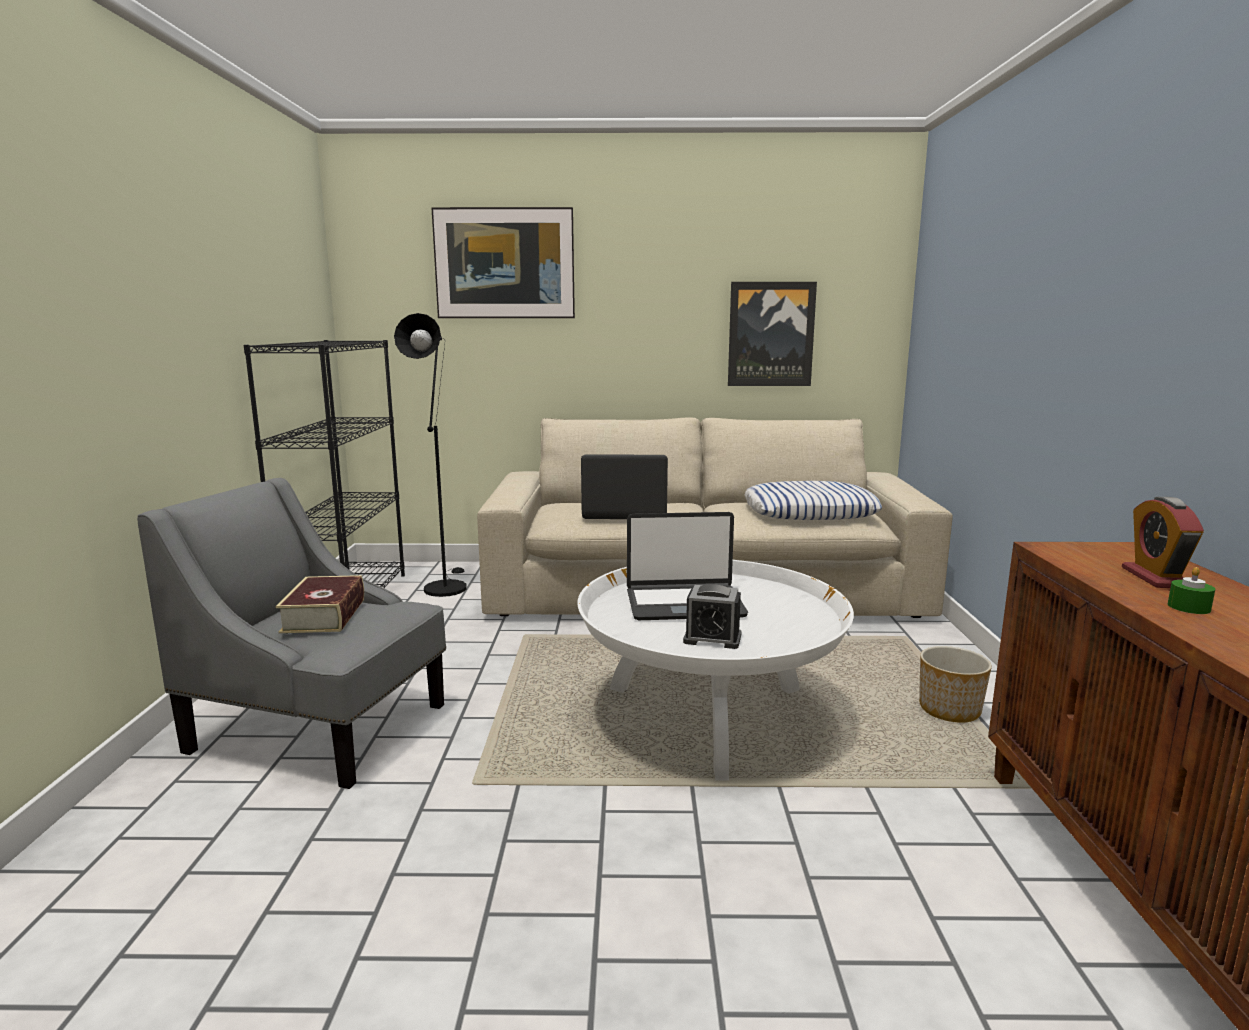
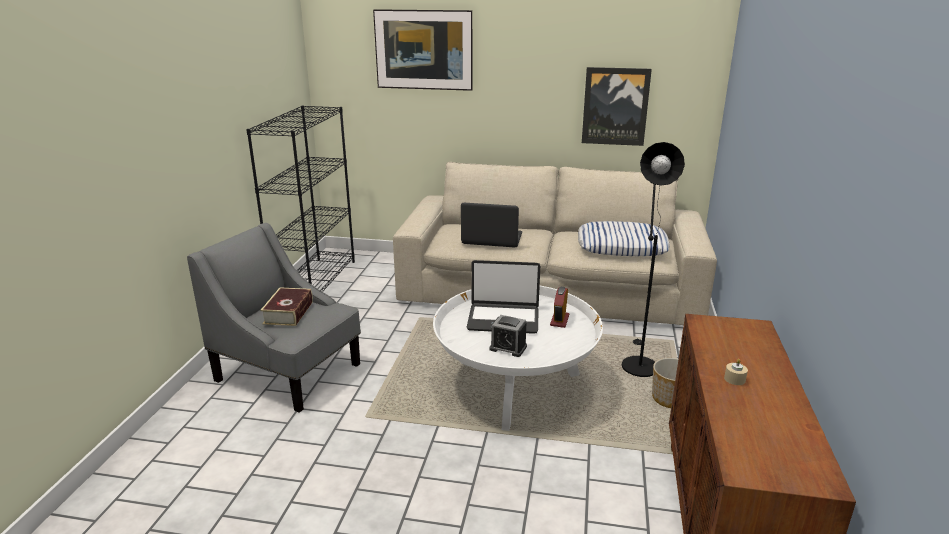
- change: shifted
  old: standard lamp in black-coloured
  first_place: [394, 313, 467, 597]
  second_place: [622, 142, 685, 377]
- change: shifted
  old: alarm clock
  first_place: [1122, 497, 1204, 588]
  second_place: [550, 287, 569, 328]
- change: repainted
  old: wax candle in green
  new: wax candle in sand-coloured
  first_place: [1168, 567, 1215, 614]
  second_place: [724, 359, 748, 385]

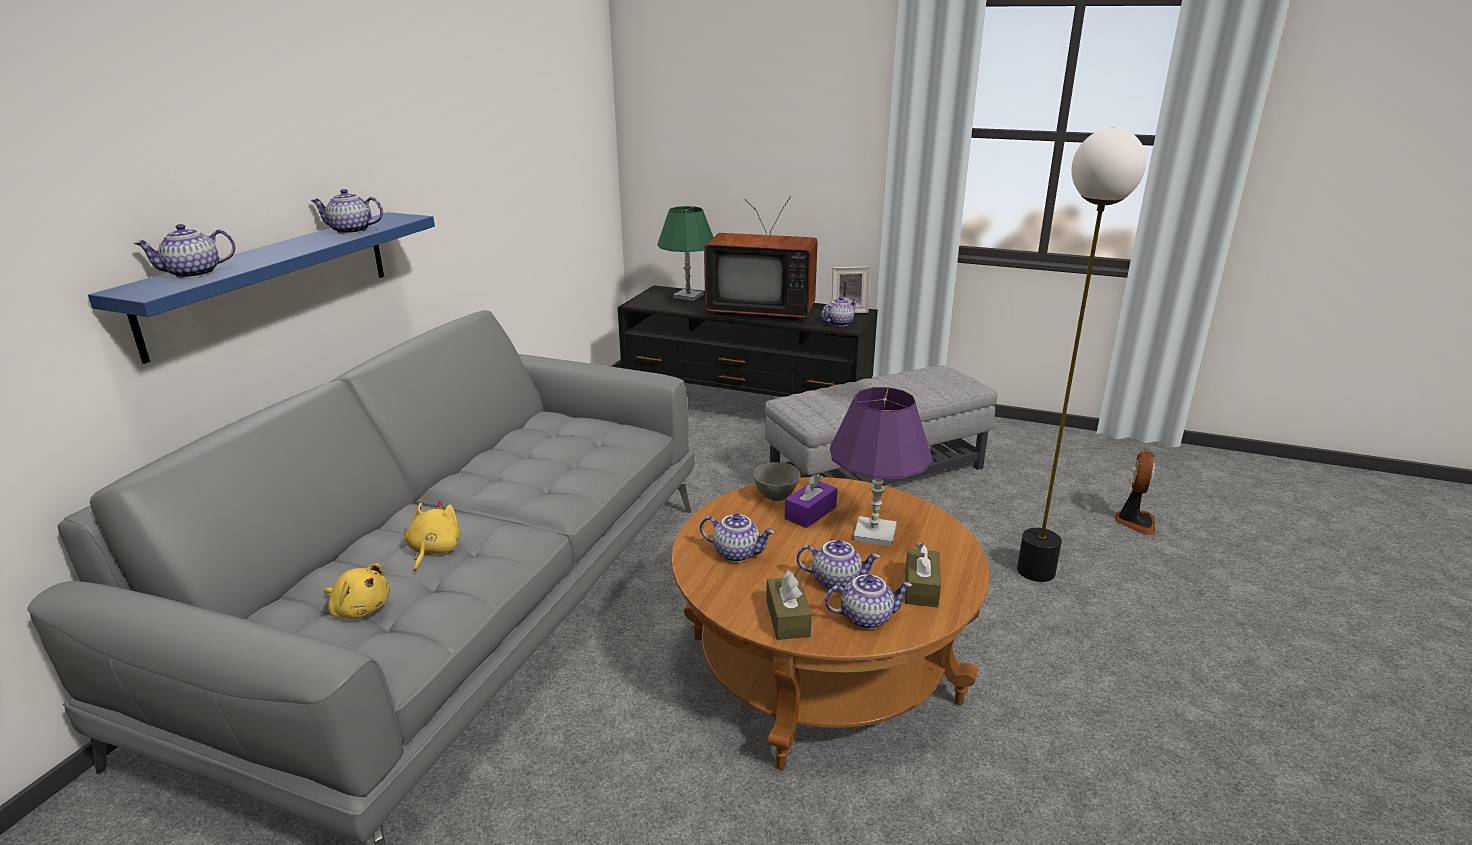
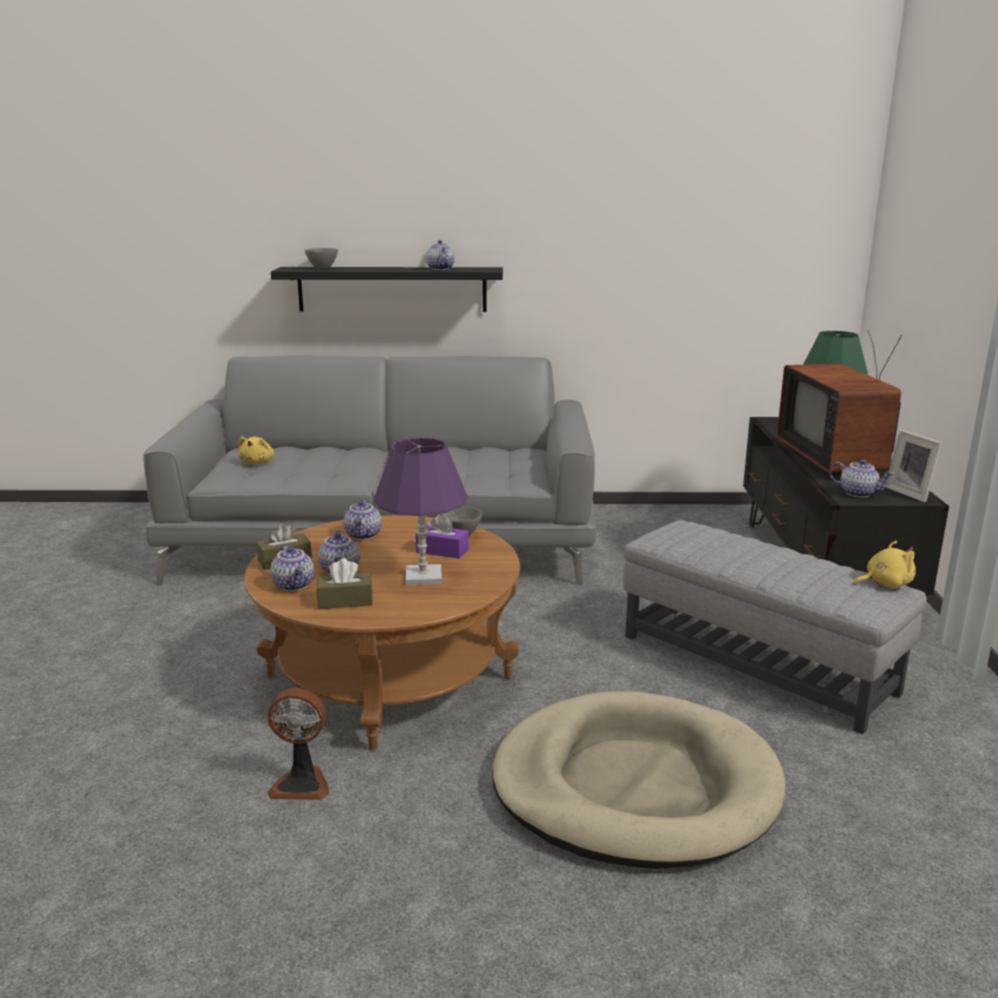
- change: swapped
  old: standard lamp
  new: dog cushion in sand-coloured
  first_place: [1017, 128, 1146, 582]
  second_place: [492, 691, 786, 869]
- change: repainted
  old: bracket shelf in bluish
  new: bracket shelf in black-coloured
  first_place: [88, 212, 435, 364]
  second_place: [271, 267, 503, 312]
- change: swapped
  old: teapot
  new: deep dish in grey
  first_place: [133, 224, 235, 279]
  second_place: [305, 248, 338, 269]
- change: shifted
  old: electric fan
  first_place: [1116, 452, 1155, 535]
  second_place: [268, 688, 329, 800]
- change: shifted
  old: cuddly toy in yellow
  first_place: [405, 500, 461, 571]
  second_place: [853, 541, 916, 588]

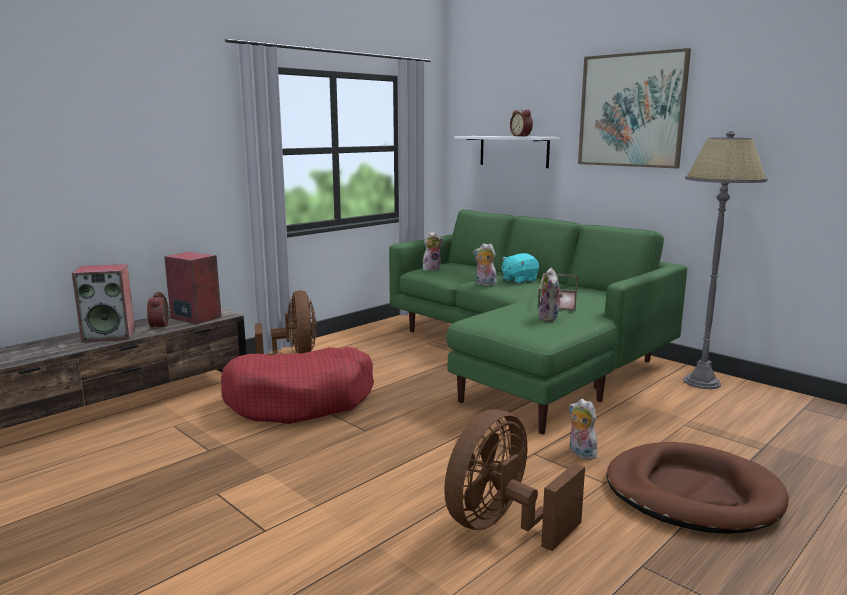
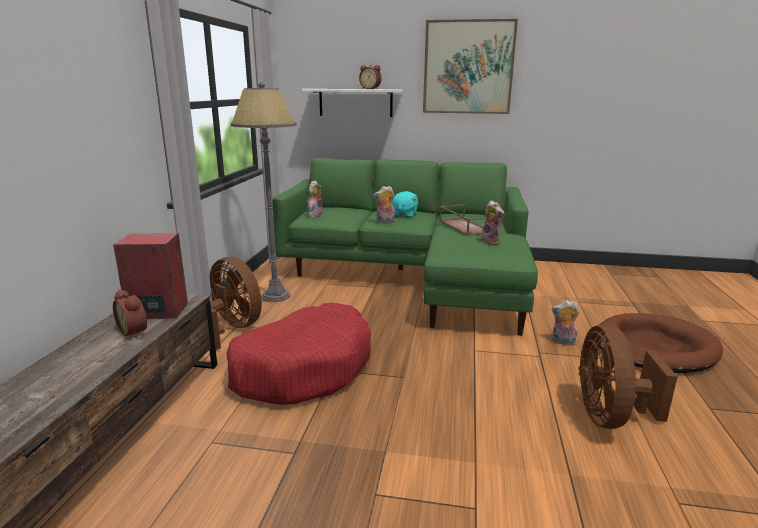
- change: shifted
  old: standard lamp in grey
  first_place: [683, 131, 768, 389]
  second_place: [231, 82, 297, 302]
- change: gone
  old: audio speaker
  first_place: [72, 264, 135, 343]

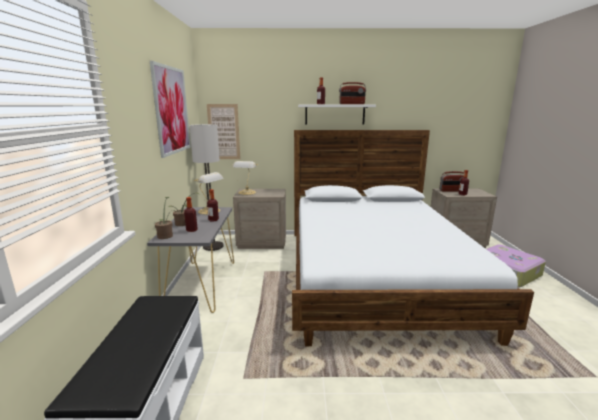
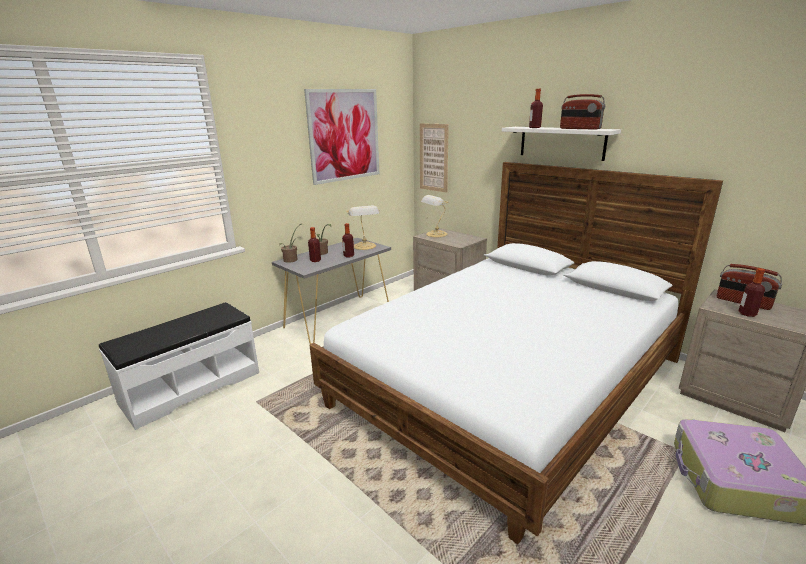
- change: gone
  old: standard lamp
  first_place: [189, 124, 223, 251]

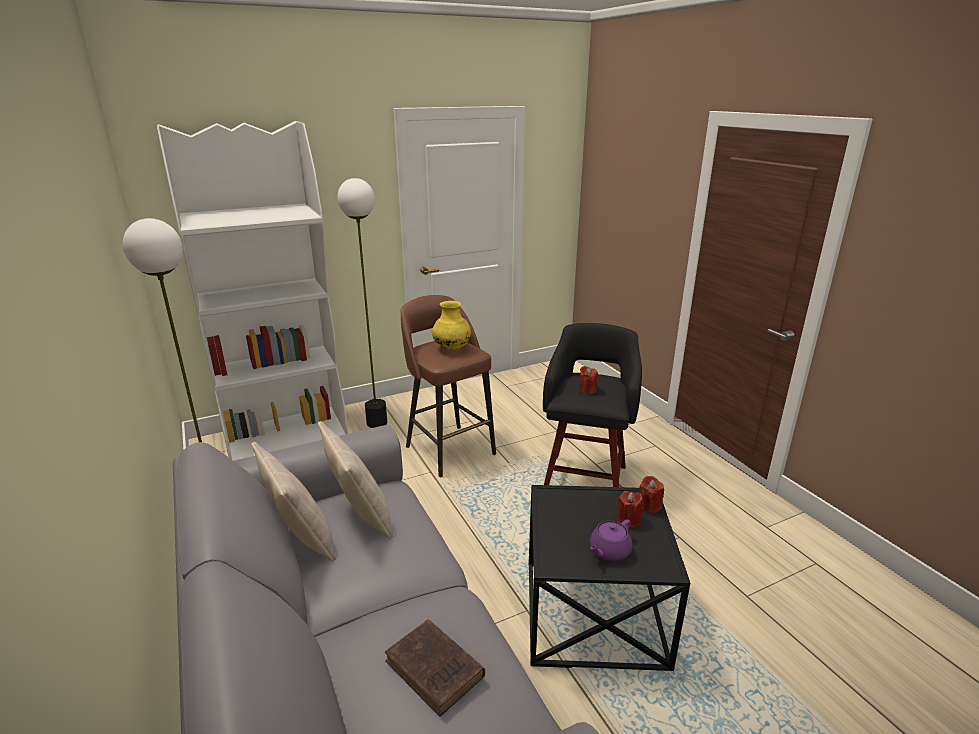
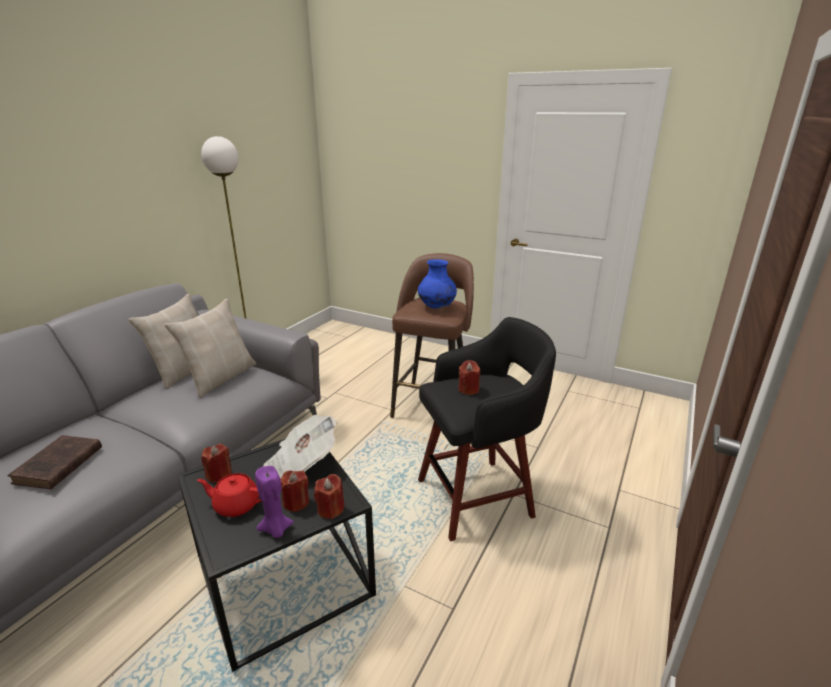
- change: gone
  old: bookcase in white-coloured
  first_place: [157, 121, 348, 461]
- change: gone
  old: standard lamp
  first_place: [337, 178, 387, 428]
- change: repainted
  old: vase in yellow
  new: vase in bluish
  first_place: [432, 301, 471, 350]
  second_place: [418, 259, 457, 309]
- change: repainted
  old: teapot in purple
  new: teapot in reddish
  first_place: [590, 519, 632, 561]
  second_place: [197, 473, 262, 517]
- change: new
  new: daily paper
  second_place: [263, 414, 337, 479]
- change: new
  new: wax candle in reddish
  second_place: [201, 444, 232, 482]
- change: new
  new: wax candle in purple
  second_place: [255, 466, 294, 538]

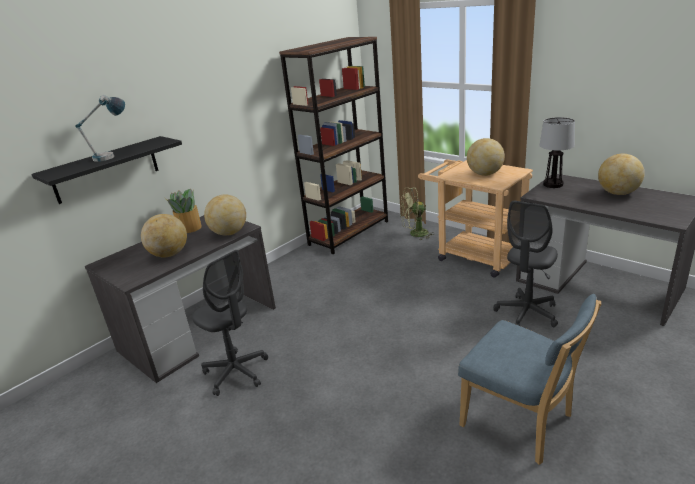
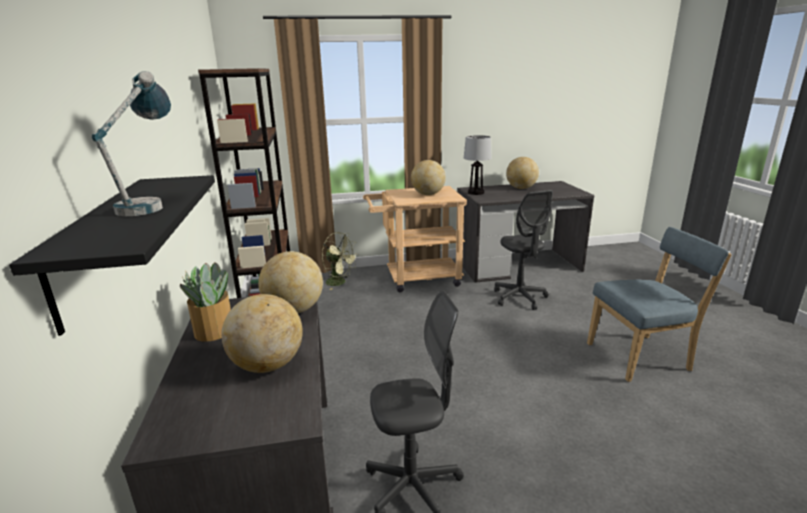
- change: rotated
  old: electric fan in green
  first_place: [400, 187, 435, 240]
  second_place: [322, 232, 359, 290]
  degrees: -90

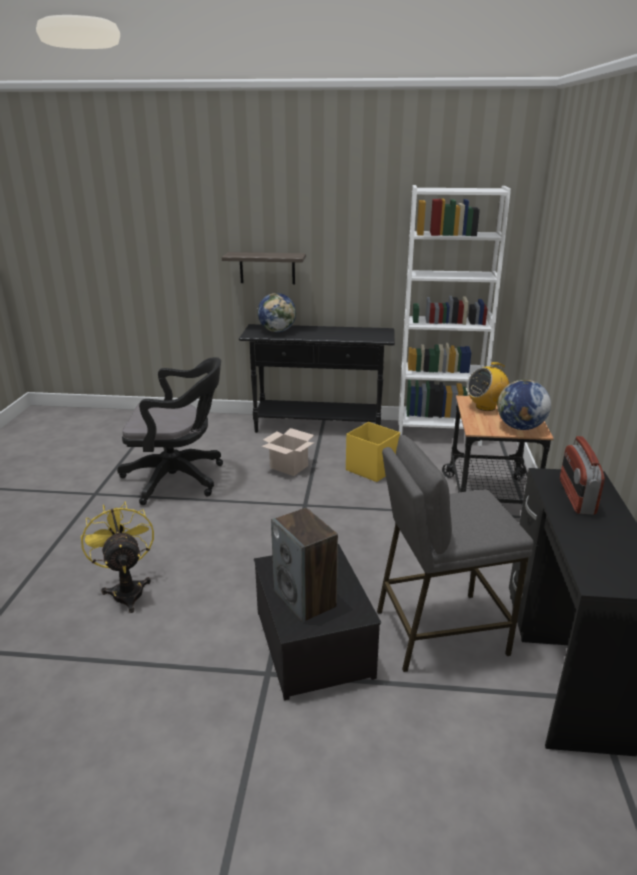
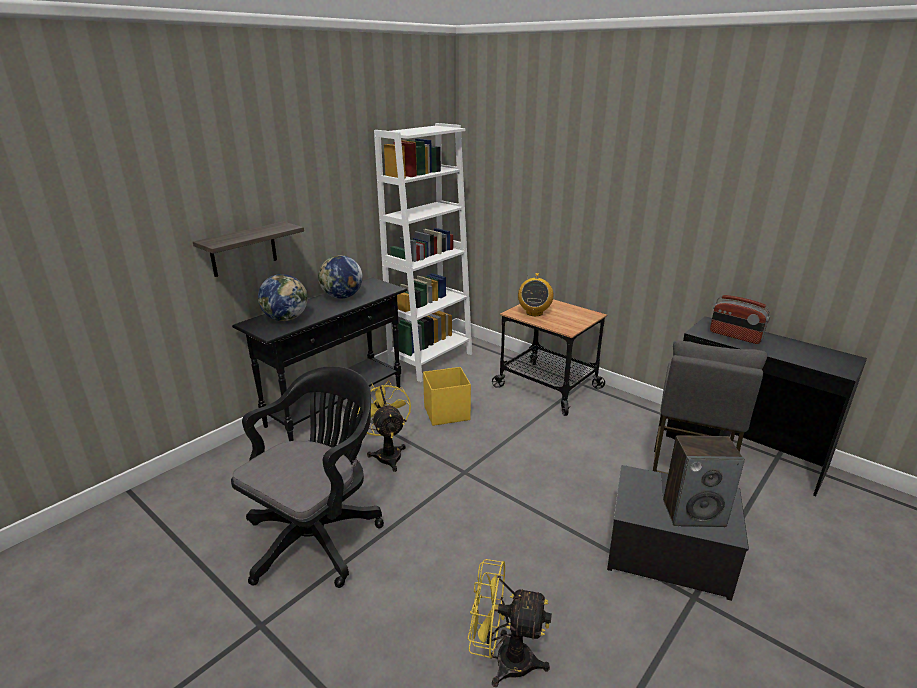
- change: shifted
  old: world globe
  first_place: [497, 380, 551, 430]
  second_place: [318, 255, 363, 299]
- change: swapped
  old: packing box
  new: electric fan in yellow
  first_place: [262, 428, 314, 476]
  second_place: [352, 380, 411, 472]

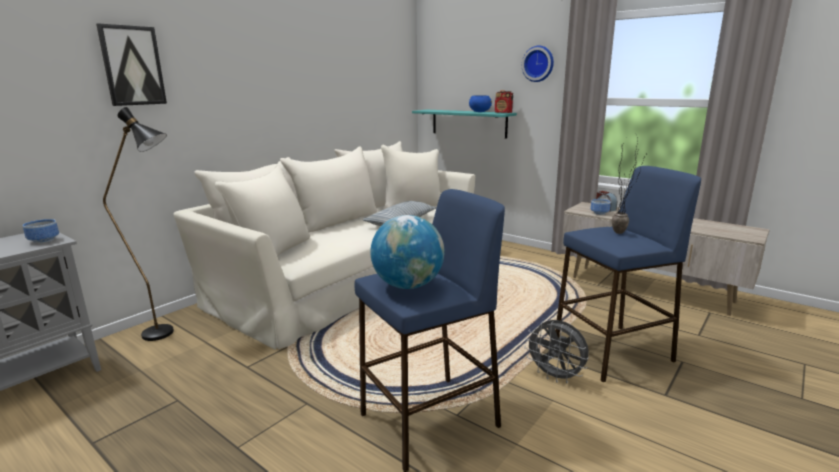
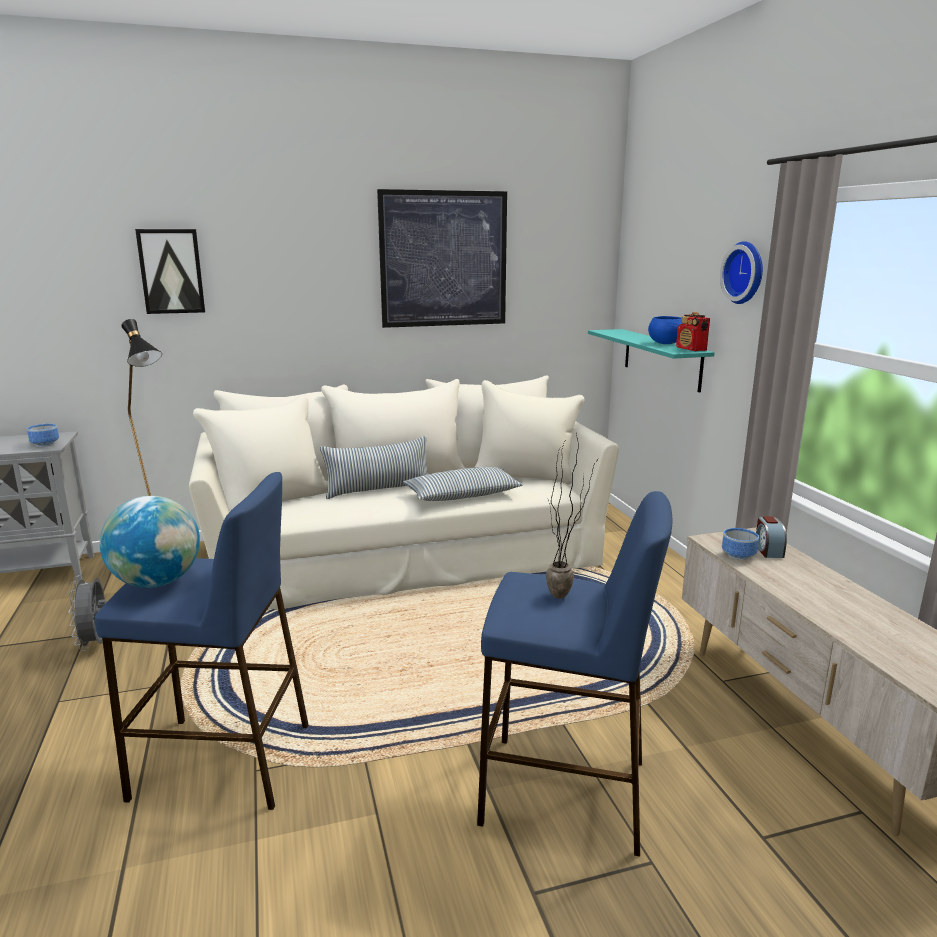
- change: shifted
  old: electric fan in grey
  first_place: [524, 320, 589, 383]
  second_place: [68, 575, 107, 651]
- change: new
  new: wall picture
  second_place: [377, 189, 507, 328]
- change: new
  new: cushion
  second_place: [320, 436, 428, 499]

